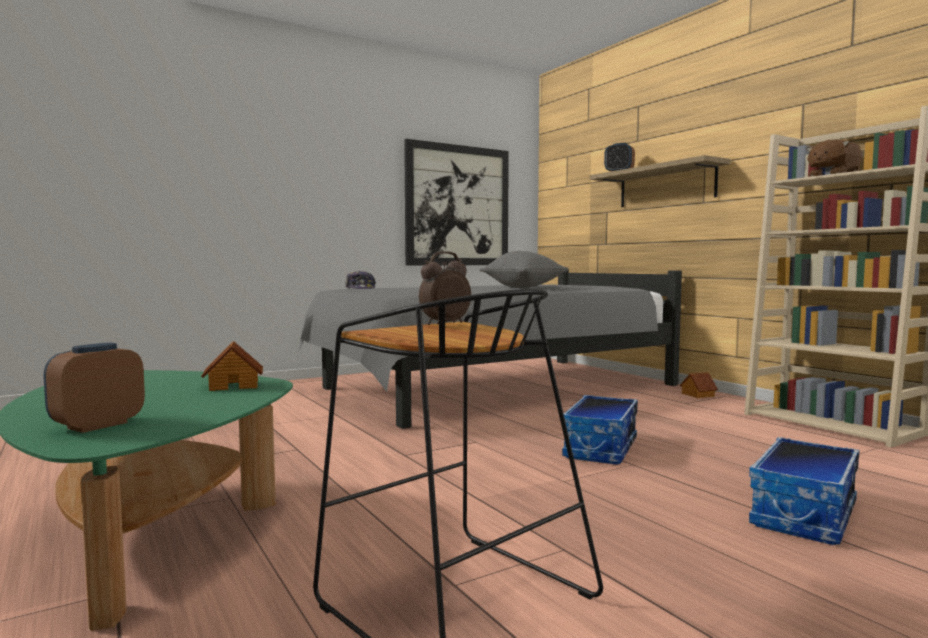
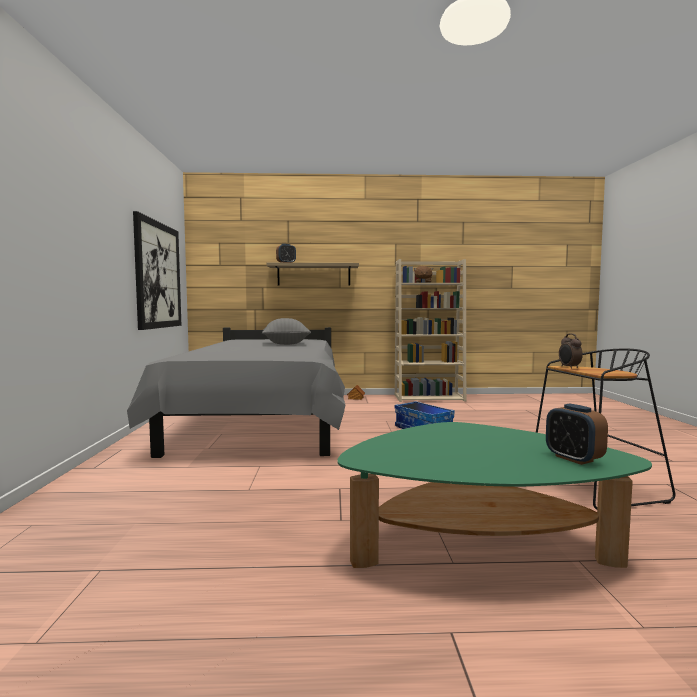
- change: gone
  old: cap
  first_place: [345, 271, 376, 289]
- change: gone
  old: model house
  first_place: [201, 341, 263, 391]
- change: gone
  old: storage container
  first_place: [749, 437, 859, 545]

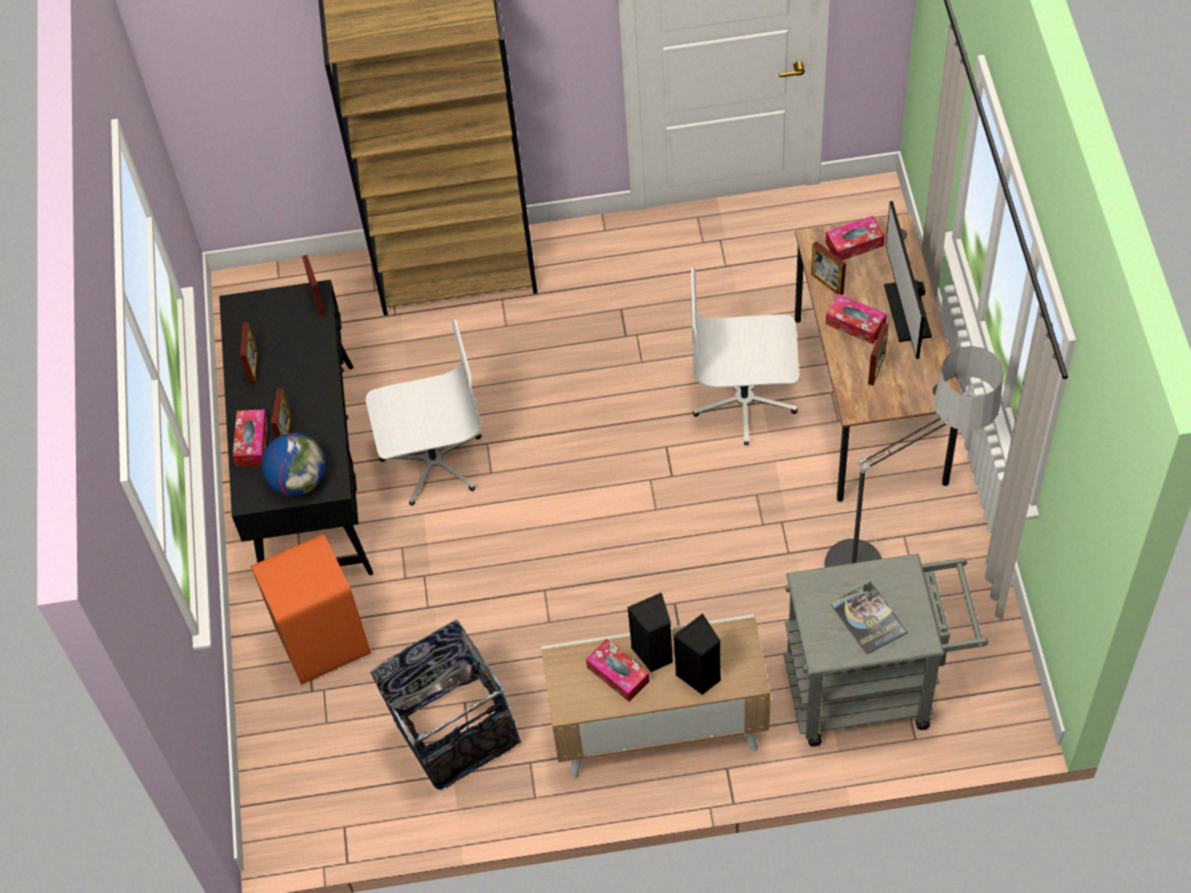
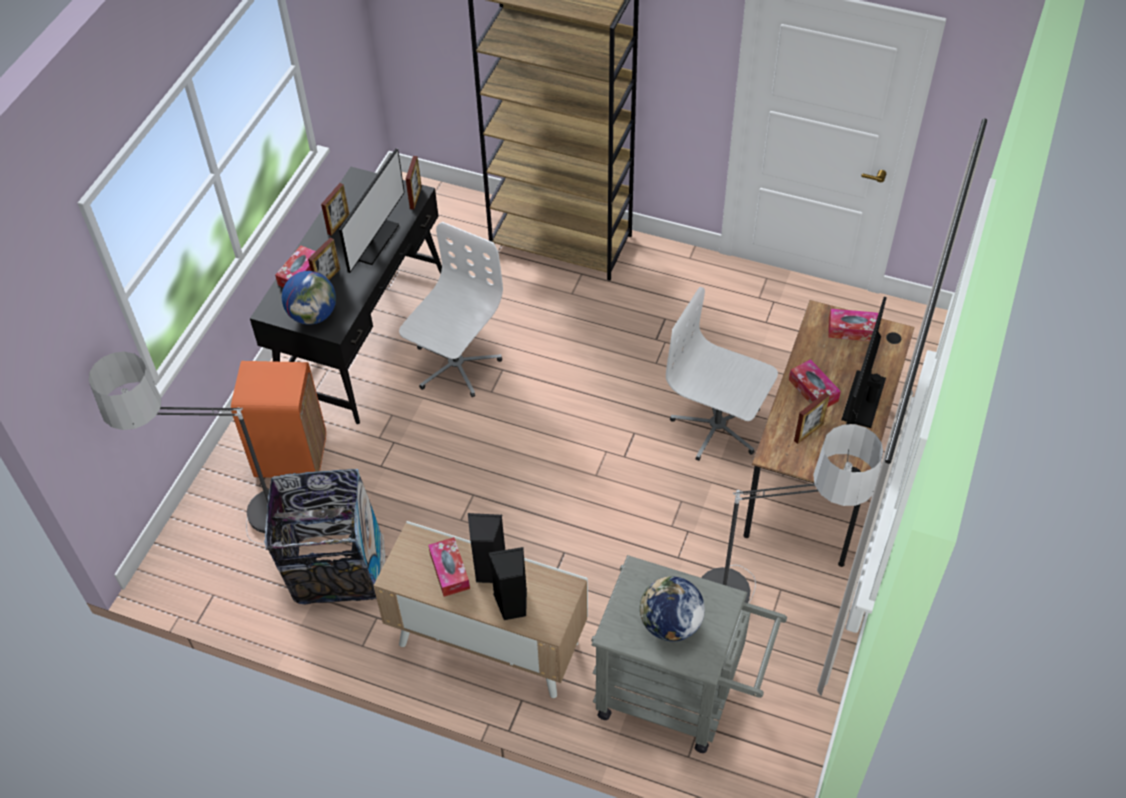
- change: gone
  old: picture frame
  first_place: [811, 241, 846, 295]
- change: rotated
  old: office chair in white-coloured
  first_place: [366, 319, 482, 506]
  second_place: [399, 222, 503, 397]
  degrees: -75
- change: swapped
  old: book
  new: world globe
  first_place: [831, 582, 908, 655]
  second_place: [640, 576, 705, 641]
- change: new
  new: computer display
  second_place: [339, 148, 405, 273]
- change: new
  new: standard lamp
  second_place: [89, 352, 269, 545]

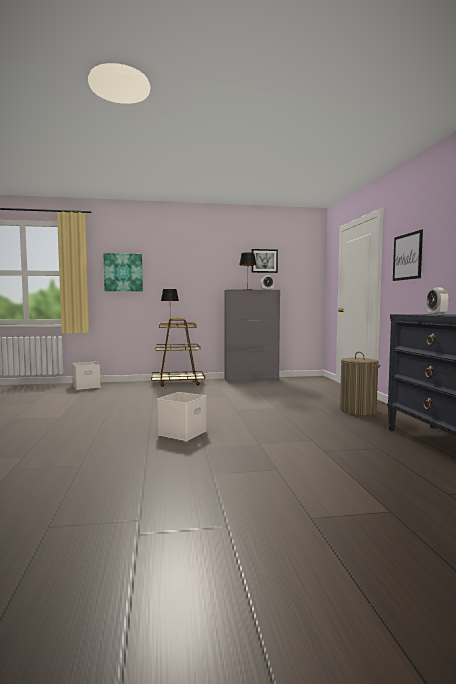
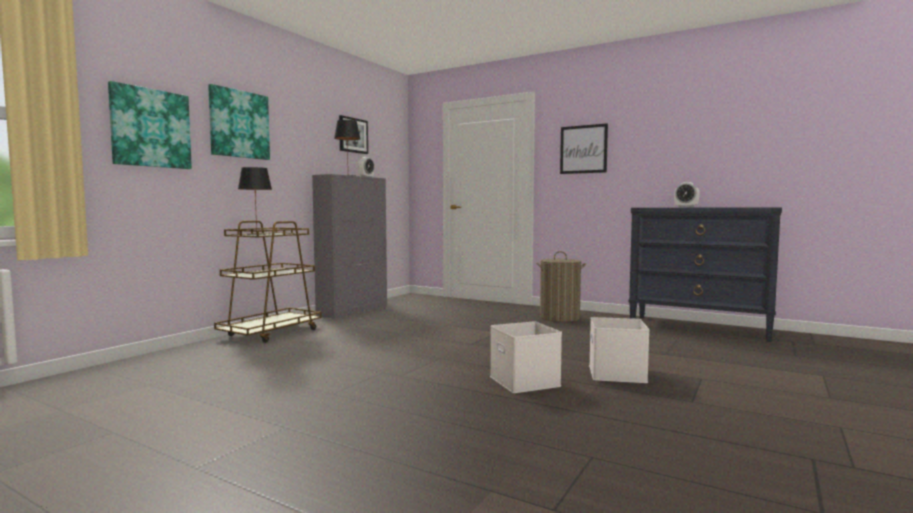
- change: shifted
  old: storage container in white-coloured
  first_place: [72, 362, 101, 390]
  second_place: [589, 317, 650, 383]
- change: new
  new: wall picture
  second_place: [208, 84, 270, 160]

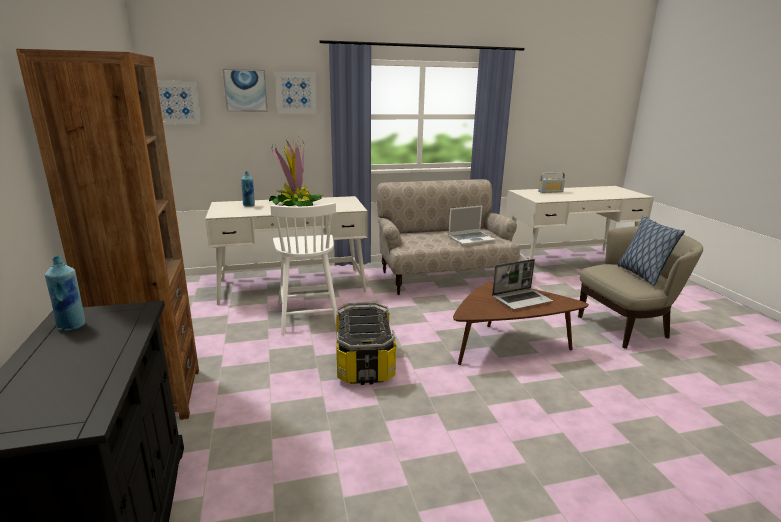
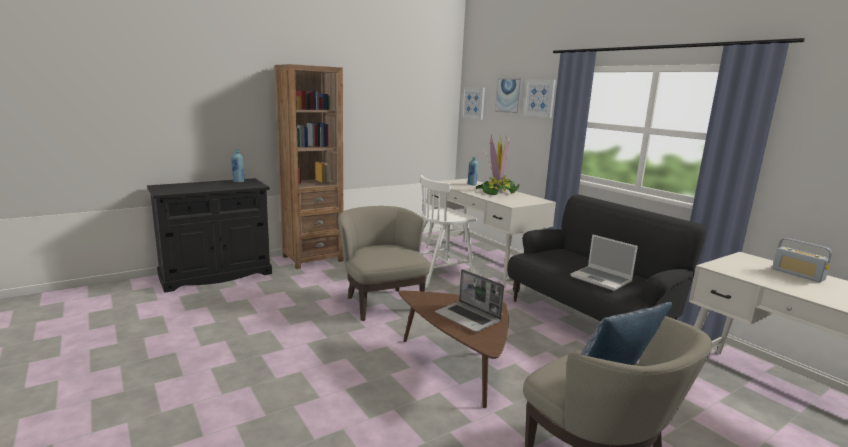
- change: repainted
  old: sofa in sand-coloured
  new: sofa in black-coloured
  first_place: [376, 179, 520, 295]
  second_place: [507, 195, 706, 321]
- change: swapped
  old: storage container
  new: lounge chair in sand-coloured
  first_place: [336, 302, 396, 385]
  second_place: [338, 206, 430, 321]

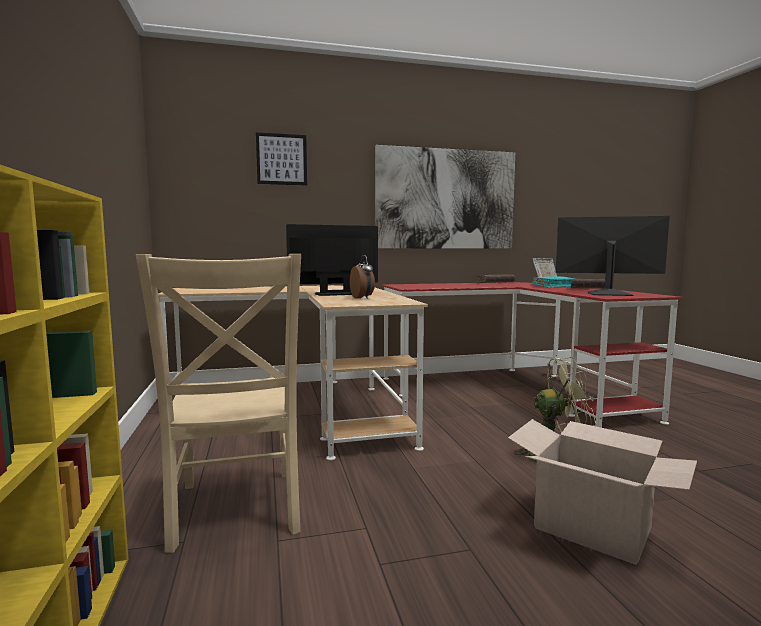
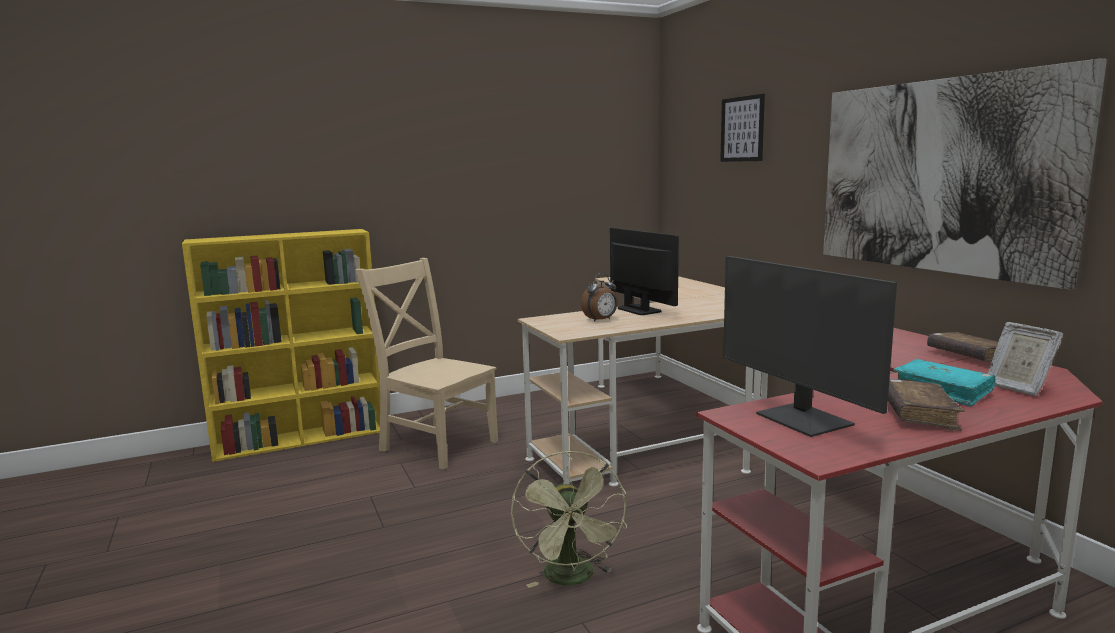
- change: rotated
  old: computer display
  first_place: [556, 216, 670, 296]
  second_place: [723, 256, 897, 437]
  degrees: 150
- change: rotated
  old: upright chair in sand-coloured
  first_place: [136, 254, 301, 553]
  second_place: [355, 258, 498, 470]
  degrees: 60
- change: gone
  old: packing box
  first_place: [508, 419, 697, 565]

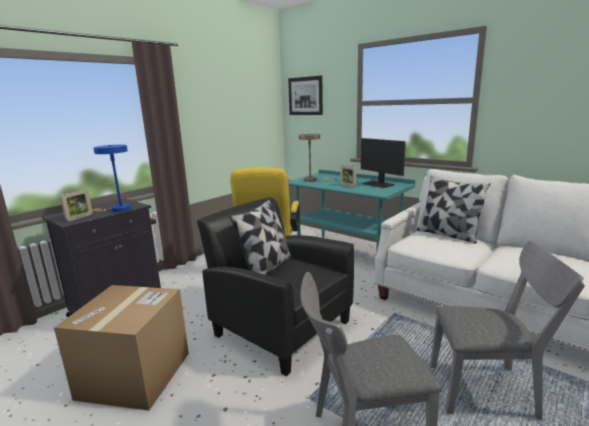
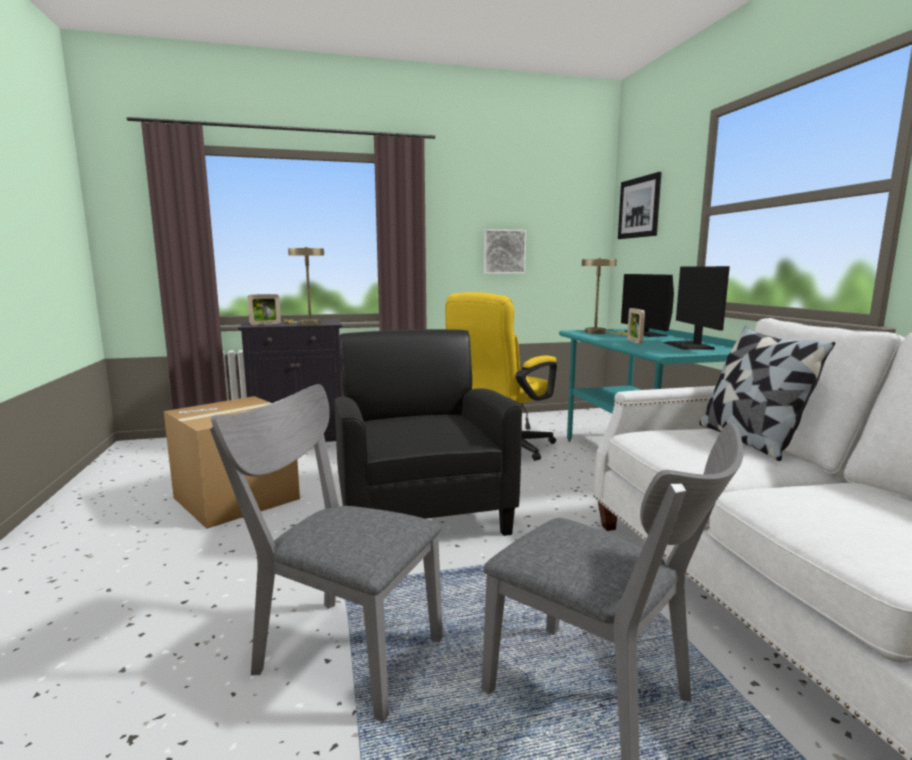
- change: repainted
  old: table lamp in bluish
  new: table lamp in sand-coloured
  first_place: [92, 145, 131, 212]
  second_place: [283, 247, 324, 325]
- change: gone
  old: cushion
  first_place: [230, 200, 291, 275]
- change: new
  new: wall picture
  second_place: [483, 229, 526, 274]
- change: new
  new: computer display
  second_place: [621, 274, 674, 337]

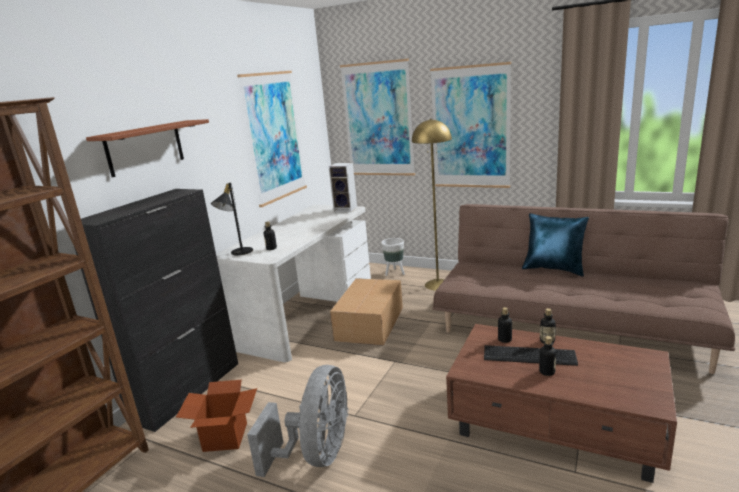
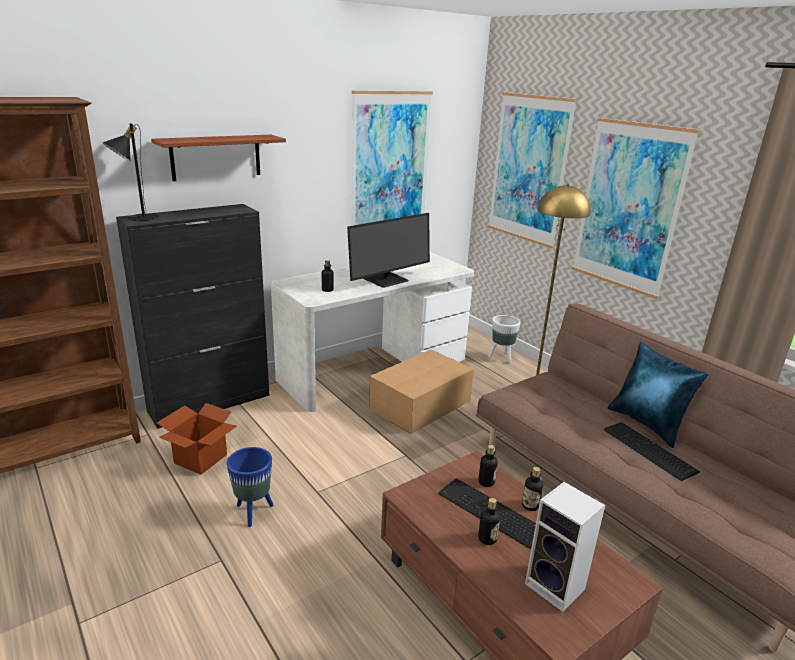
- change: shifted
  old: audio speaker
  first_place: [329, 163, 357, 212]
  second_place: [525, 482, 605, 612]
- change: shifted
  old: table lamp in black-coloured
  first_place: [211, 183, 253, 255]
  second_place: [103, 123, 159, 221]
- change: swapped
  old: electric fan in grey
  new: planter in bluish
  first_place: [247, 365, 348, 477]
  second_place: [227, 447, 273, 527]
- change: new
  new: computer display
  second_place: [347, 213, 430, 288]
- change: new
  new: computer keyboard
  second_place: [604, 422, 700, 481]

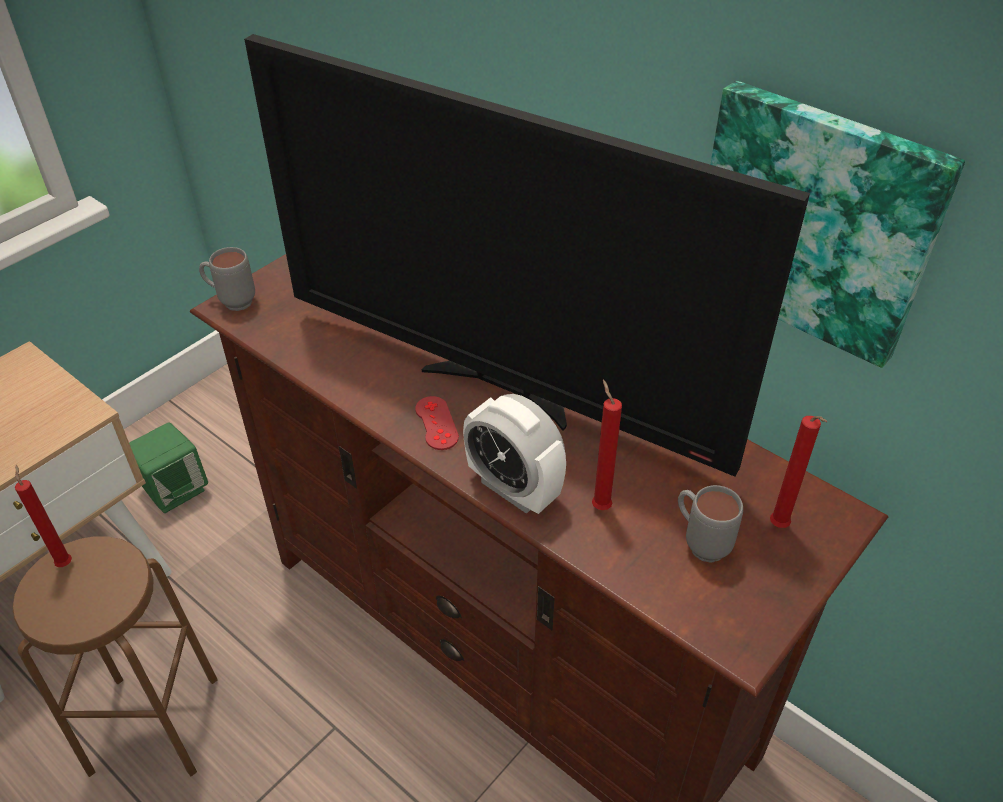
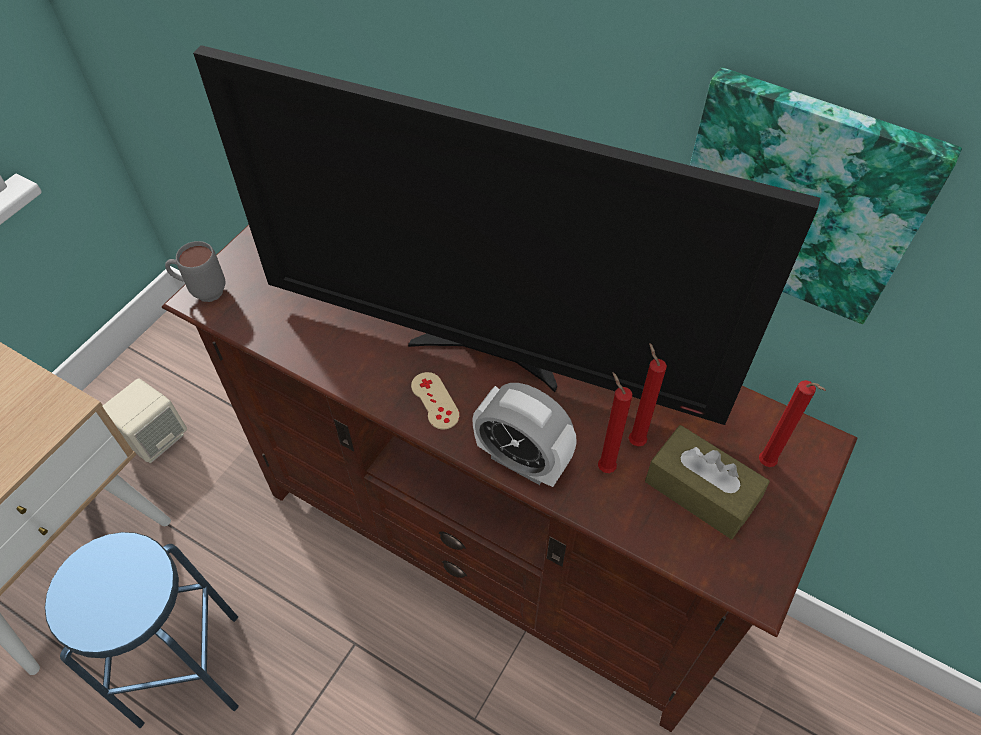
- change: repainted
  old: joypad in reddish
  new: joypad in sand-coloured
  first_place: [415, 396, 459, 450]
  second_place: [411, 372, 460, 430]
- change: repainted
  old: audio speaker in green
  new: audio speaker in sand-coloured
  first_place: [129, 422, 208, 513]
  second_place: [102, 378, 187, 463]
- change: shifted
  old: wax candle in reddish
  first_place: [15, 464, 72, 567]
  second_place: [629, 343, 667, 447]
- change: swapped
  old: mug in grey
  new: tissue box in brown-coloured
  first_place: [678, 485, 743, 563]
  second_place: [645, 425, 770, 539]
- change: repainted
  old: sitting stool in brown-coloured
  new: sitting stool in bluish
  first_place: [12, 536, 218, 777]
  second_place: [45, 532, 239, 728]

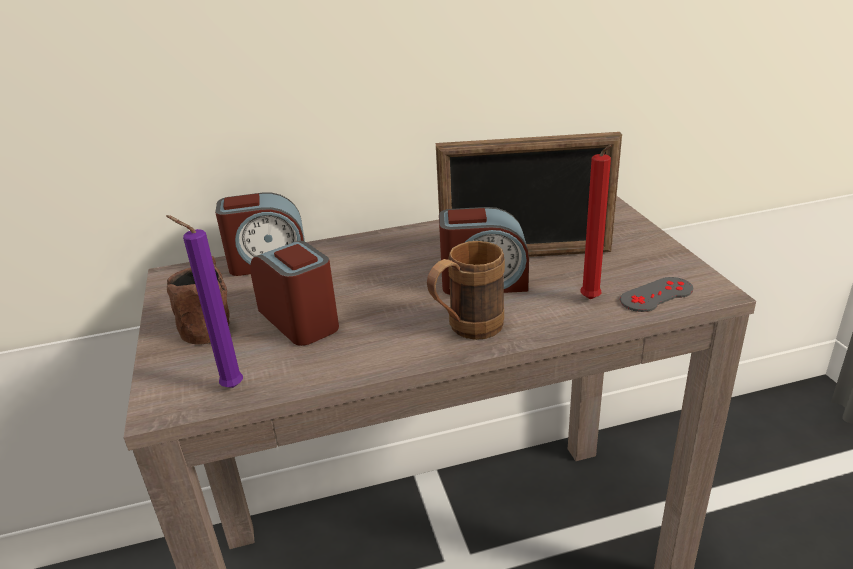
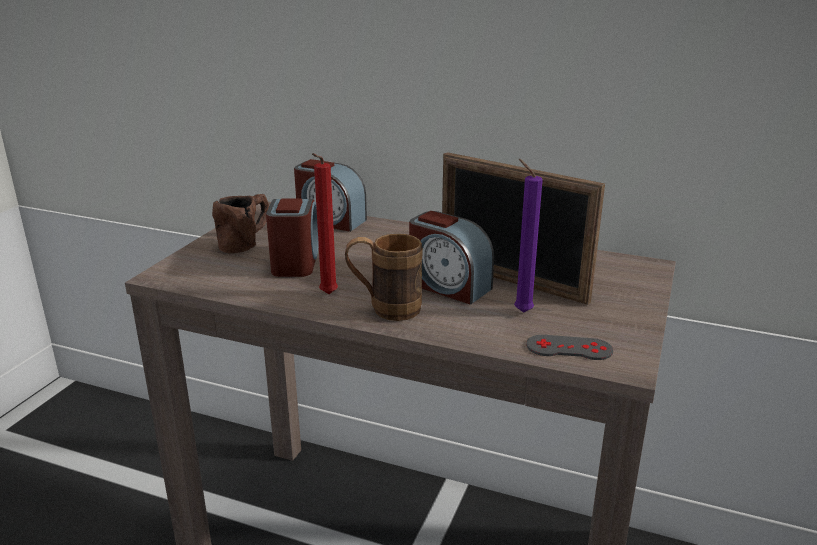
- change: shifted
  old: wax candle in reddish
  first_place: [580, 145, 611, 299]
  second_place: [312, 153, 338, 294]
- change: shifted
  old: wax candle in purple
  first_place: [166, 215, 243, 388]
  second_place: [514, 159, 543, 313]

